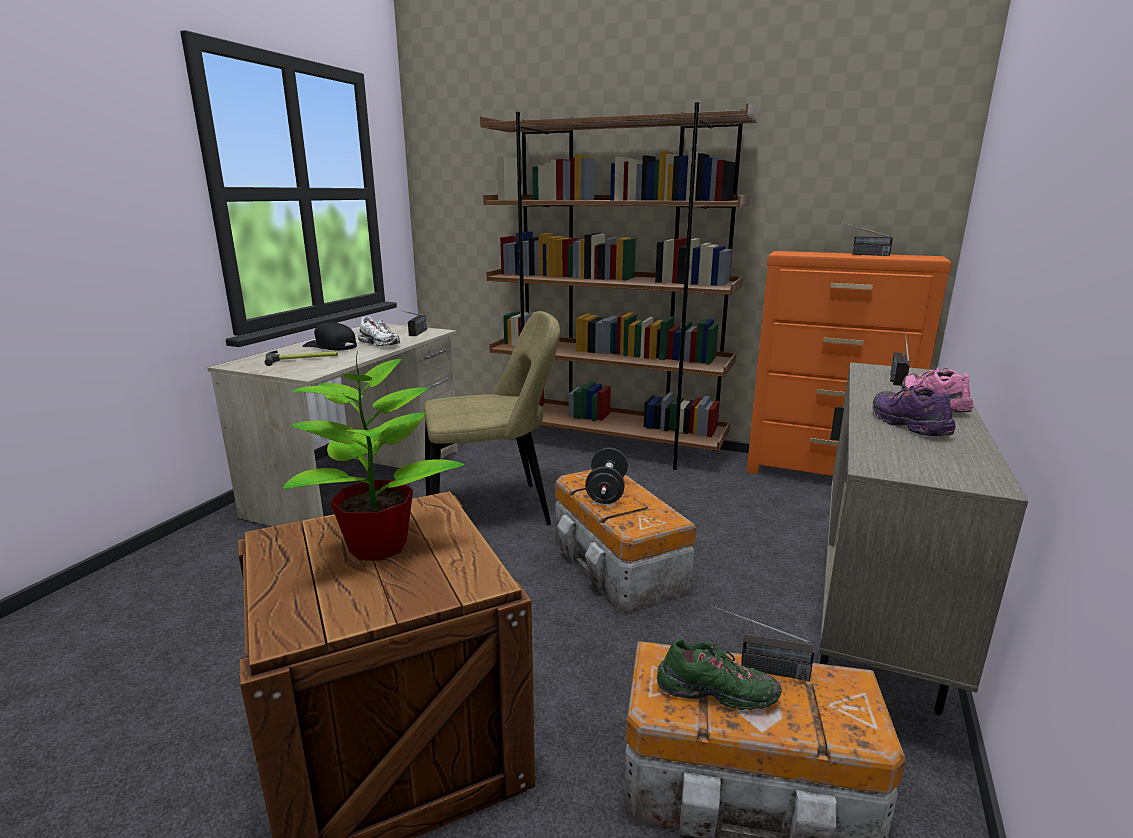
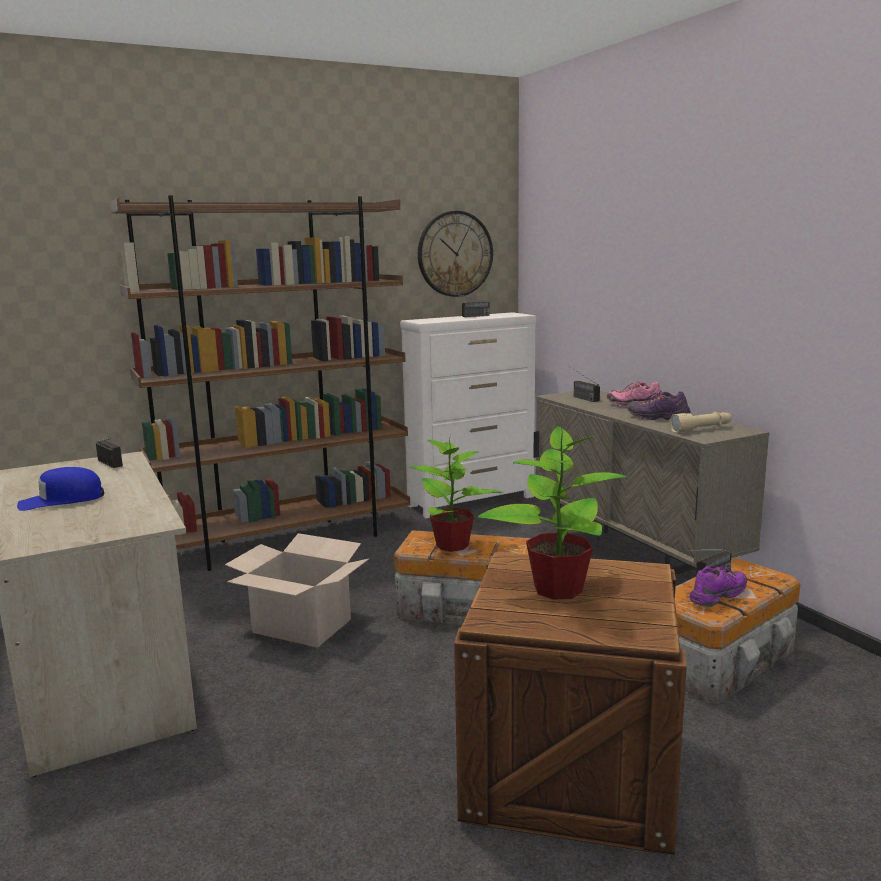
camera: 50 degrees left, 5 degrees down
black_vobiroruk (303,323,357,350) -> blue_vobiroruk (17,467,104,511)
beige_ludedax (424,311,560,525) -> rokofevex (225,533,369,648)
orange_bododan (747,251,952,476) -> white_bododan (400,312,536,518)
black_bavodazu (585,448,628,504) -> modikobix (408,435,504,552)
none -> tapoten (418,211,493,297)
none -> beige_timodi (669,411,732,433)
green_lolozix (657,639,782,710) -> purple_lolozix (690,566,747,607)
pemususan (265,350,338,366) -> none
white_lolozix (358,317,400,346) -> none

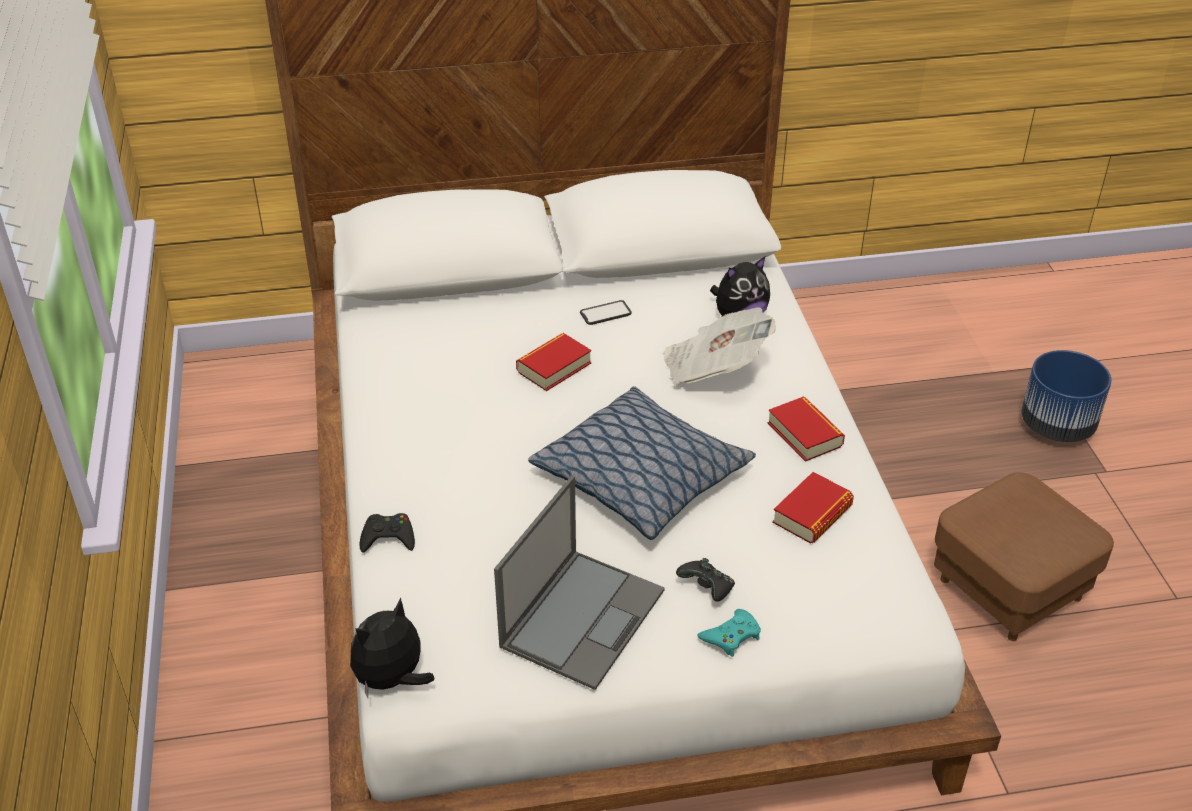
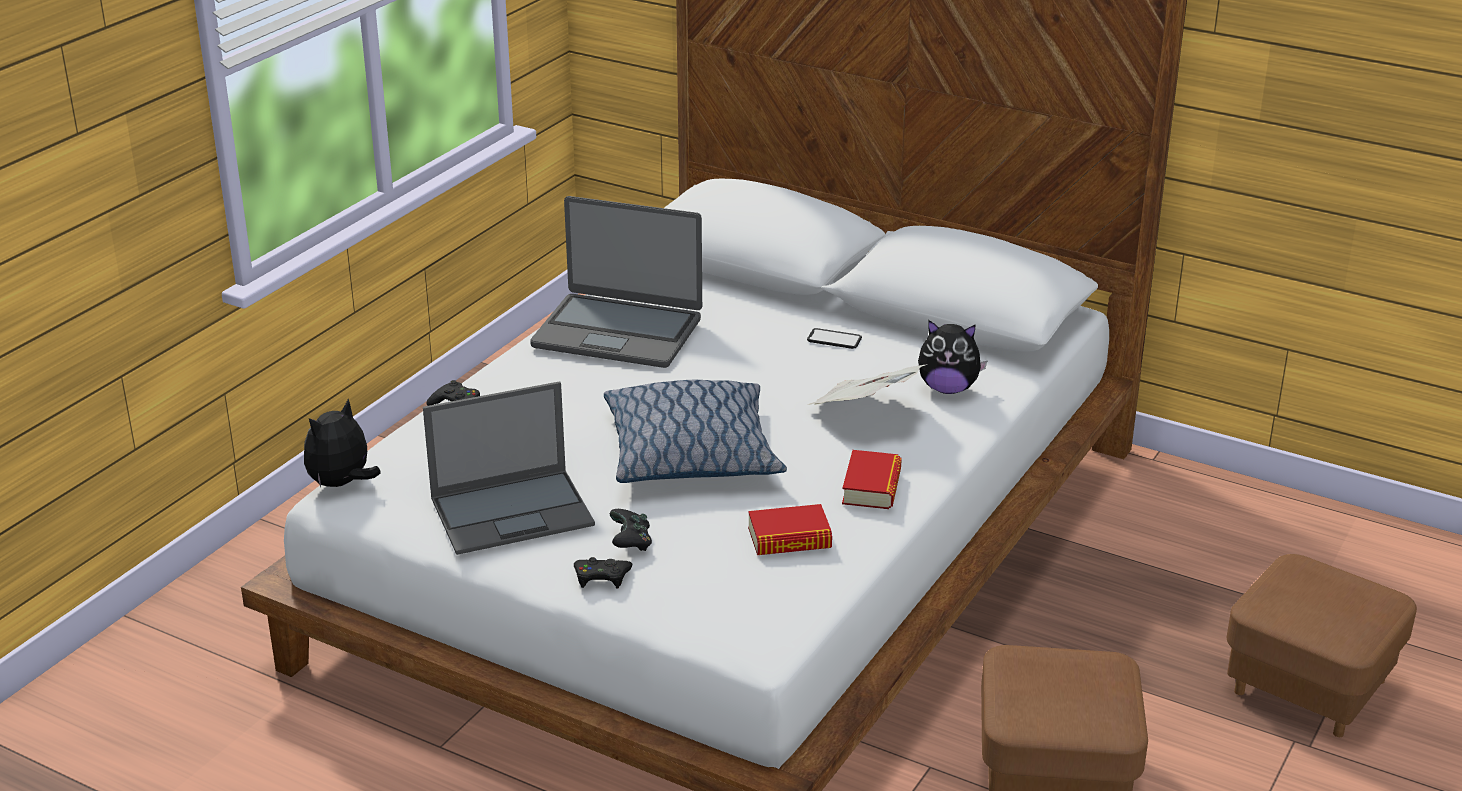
camera: 40 degrees right, 10 degrees down
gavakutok (350,598,434,698) -> gavakutok (304,398,381,487), 45 degrees counterclockwise
none -> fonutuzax (530,196,702,368)
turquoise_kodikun (697,609,761,657) -> black_kodikun (574,557,632,588)
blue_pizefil (1021,350,1111,442) -> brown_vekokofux (1227,554,1417,737)
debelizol (516,333,591,391) -> none

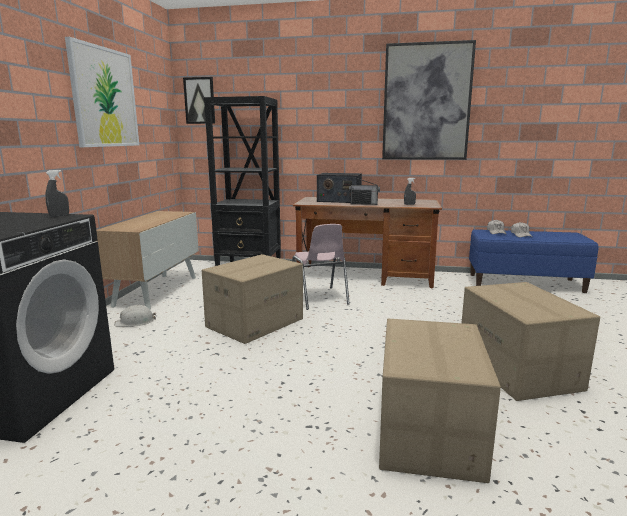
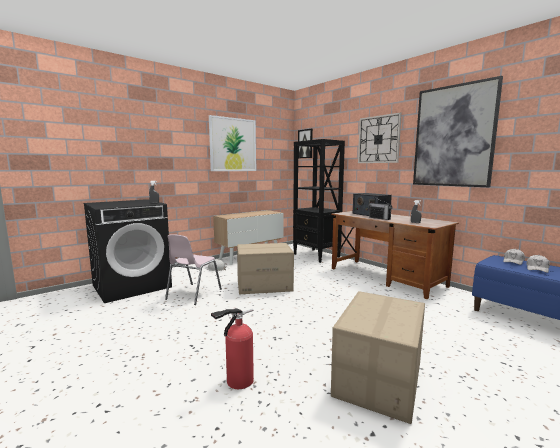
camera: 40 degrees right, 5 degrees down
pink_ludedax (292,224,350,310) -> pink_ludedax (165,234,222,305), move
rokofevex (379,319,501,483) -> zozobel (211,308,254,389)
none -> tapoten (358,112,402,163)

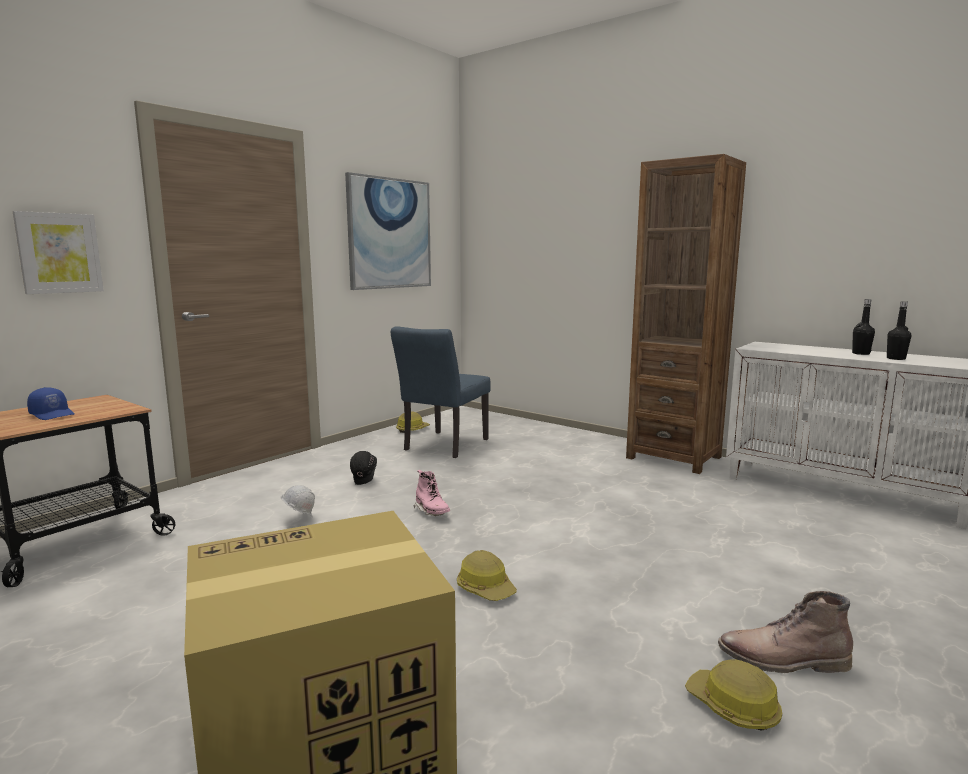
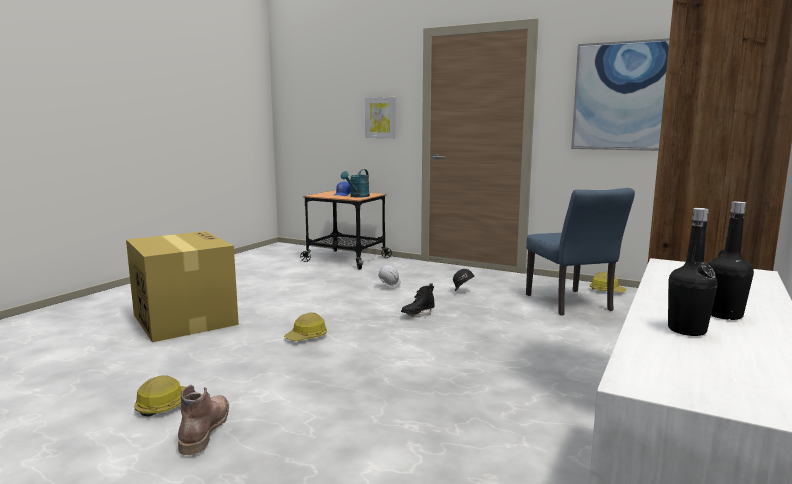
camera: 80 degrees right, 0 degrees up
none -> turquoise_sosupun (341,169,370,198)
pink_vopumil (413,470,450,516) -> black_vopumil (401,284,435,317)
blue_ludedax (391,326,491,458) -> blue_ludedax (526,188,635,315), 120 degrees counterclockwise

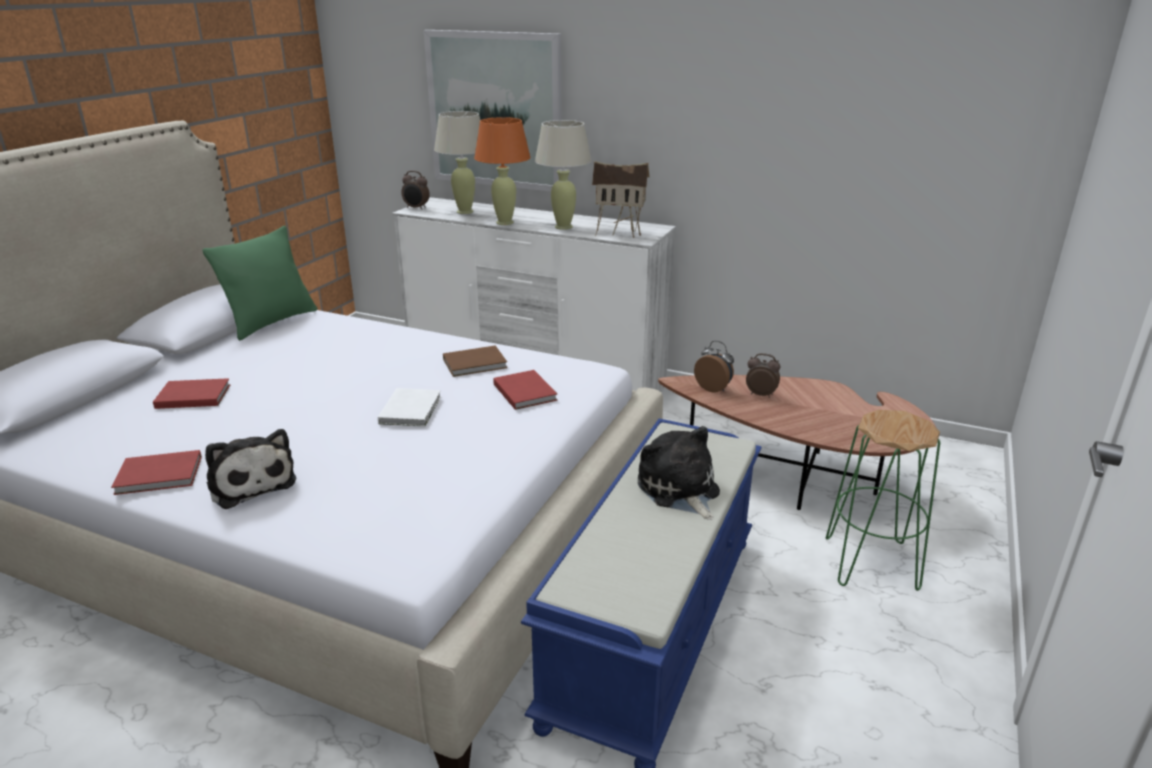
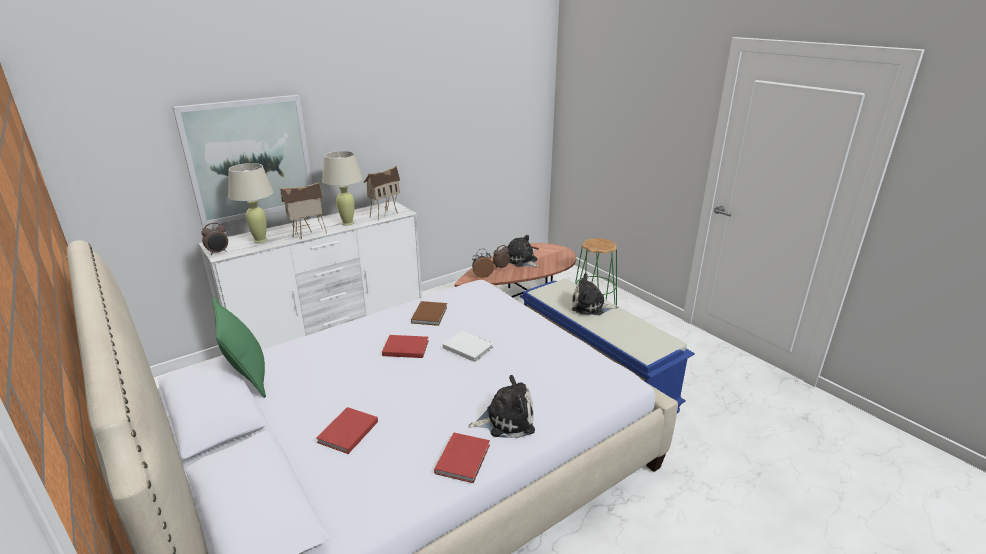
camera: 60 degrees left, 0 degrees up
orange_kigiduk (474,117,531,225) -> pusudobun (280,182,327,239)
red_debelizol (493,370,557,410) -> red_debelizol (382,335,429,358), move
none -> gavakutok (507,235,539,268)

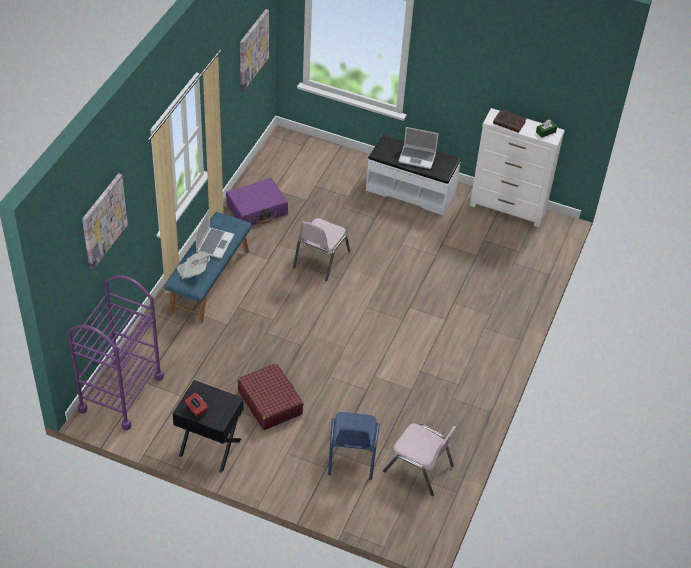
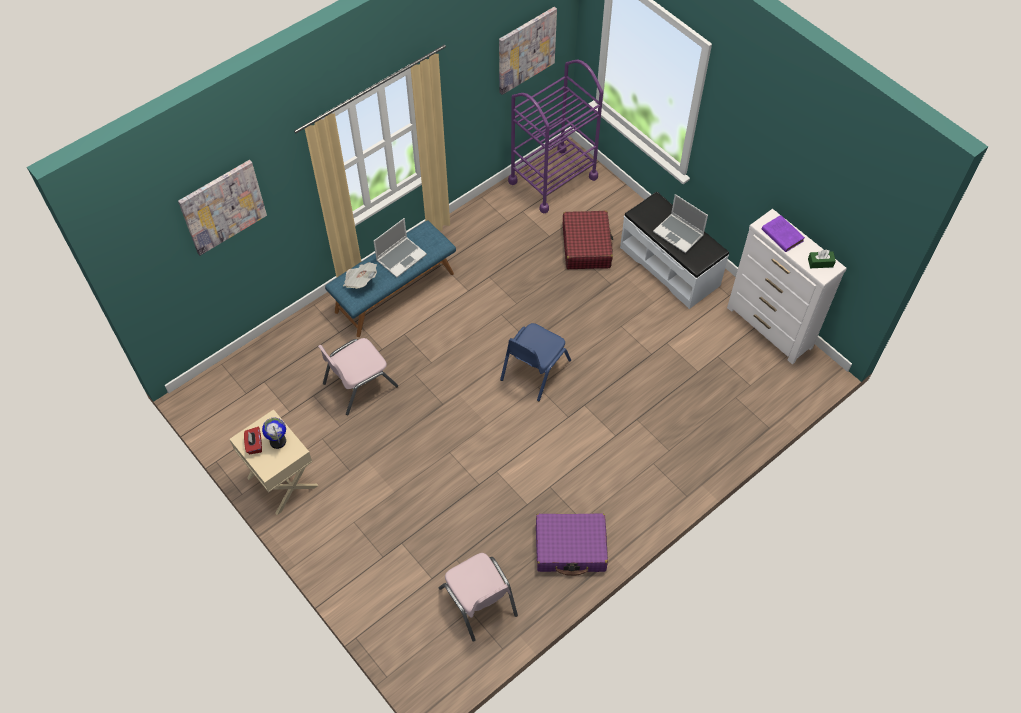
camera: 30 degrees right, 10 degrees up
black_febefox (172,380,244,473) -> beige_febefox (230,409,319,515)
none -> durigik (262,417,286,449)
pink_ludedax (293,218,350,281) -> pink_ludedax (318,338,398,415), move
blue_ludedax (328,412,380,480) -> blue_ludedax (500,323,571,401), move
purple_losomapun (67,275,164,430) -> purple_losomapun (508,60,603,213), move
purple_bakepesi (226,178,288,225) -> purple_bakepesi (536,513,608,576), move
red_bakepesi (237,363,304,430) -> red_bakepesi (563,211,613,269), move
brown_debelizol (493,110,526,133) -> purple_debelizol (762,215,805,252)

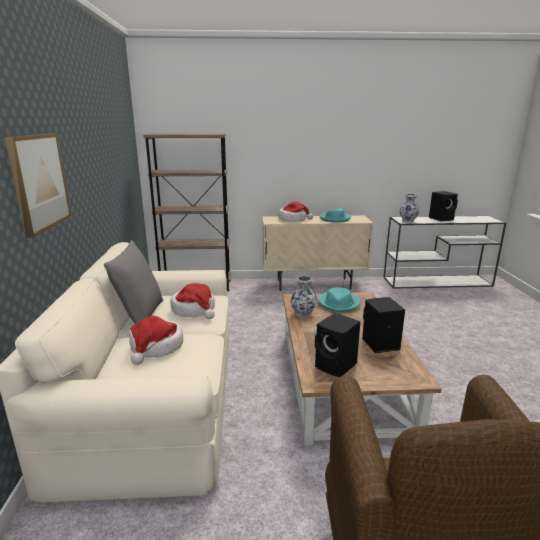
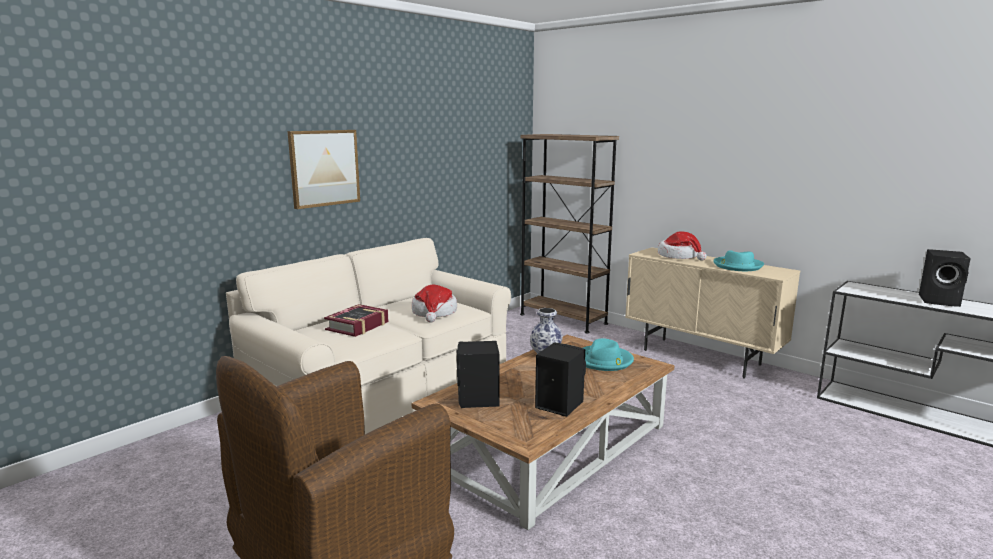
camera: 45 degrees right, 5 degrees down
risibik (129,316,183,365) -> debelizol (324,304,388,337)
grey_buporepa (104,240,163,324) -> none
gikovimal (400,194,419,223) -> none

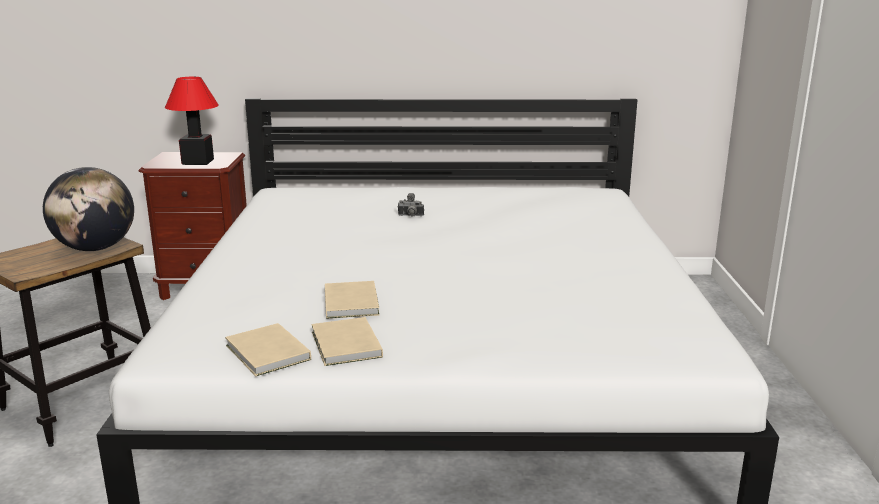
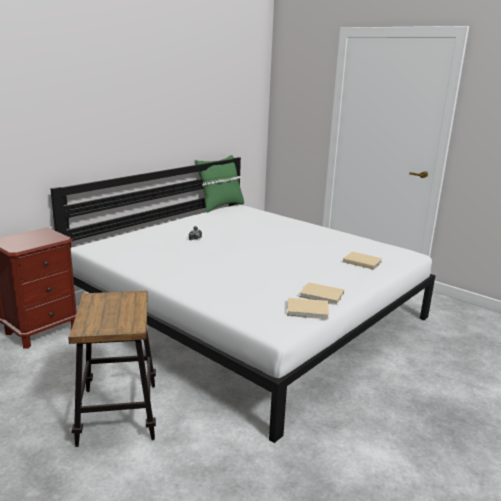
camera: 50 degrees left, 0 degrees up
none -> green_buporepa (195,155,244,213)
beige_debelizol (325,281,379,319) -> beige_debelizol (343,252,382,270), move
durigik (43,167,134,251) -> none
kigiduk (165,77,219,165) -> none

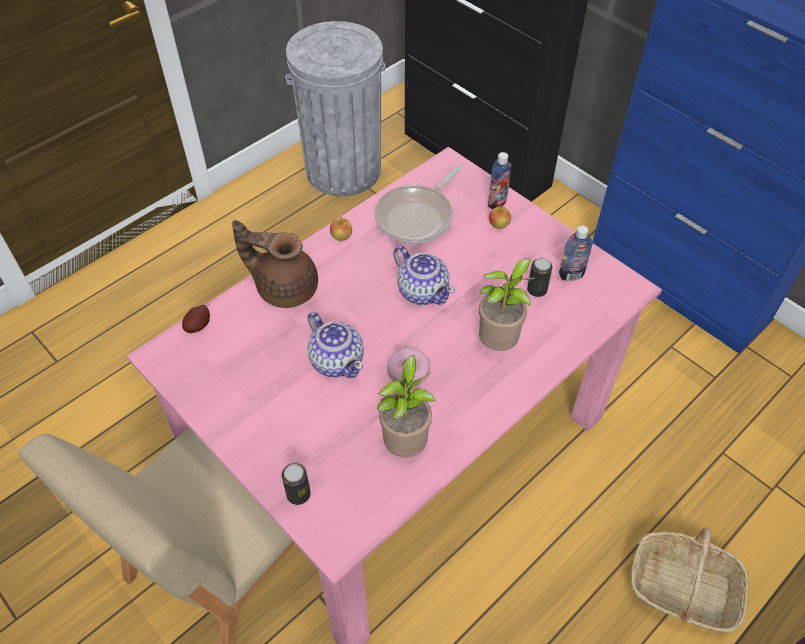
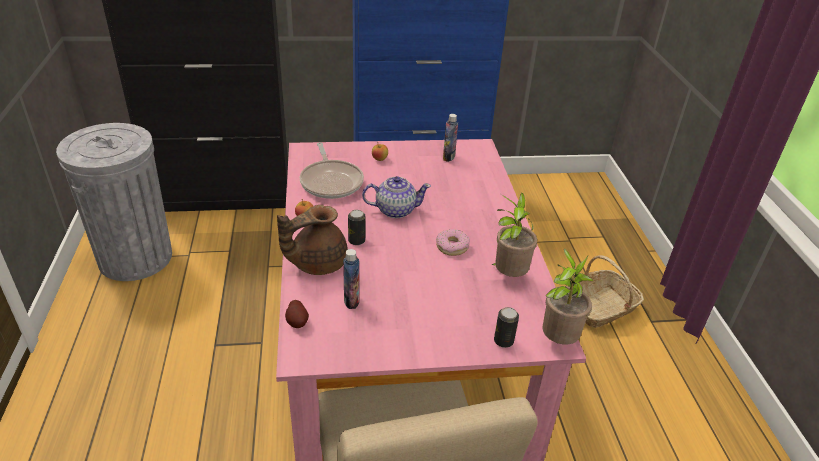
camera: 55 degrees left, 15 degrees down
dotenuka (488,152,512,209) -> dotenuka (343,249,359,309), move
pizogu (527,258,552,297) -> pizogu (348,210,365,245), move
modikobix (479,259,537,351) -> modikobix (542,249,593,344), move
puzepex (308,312,364,378) -> none

